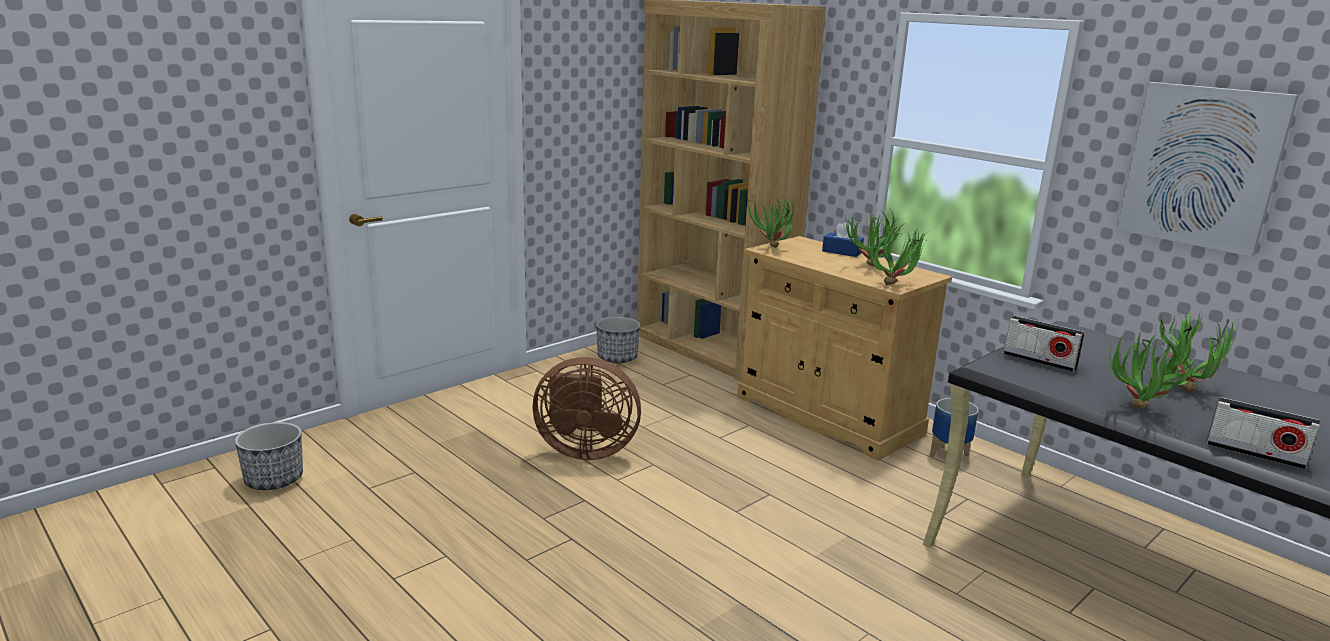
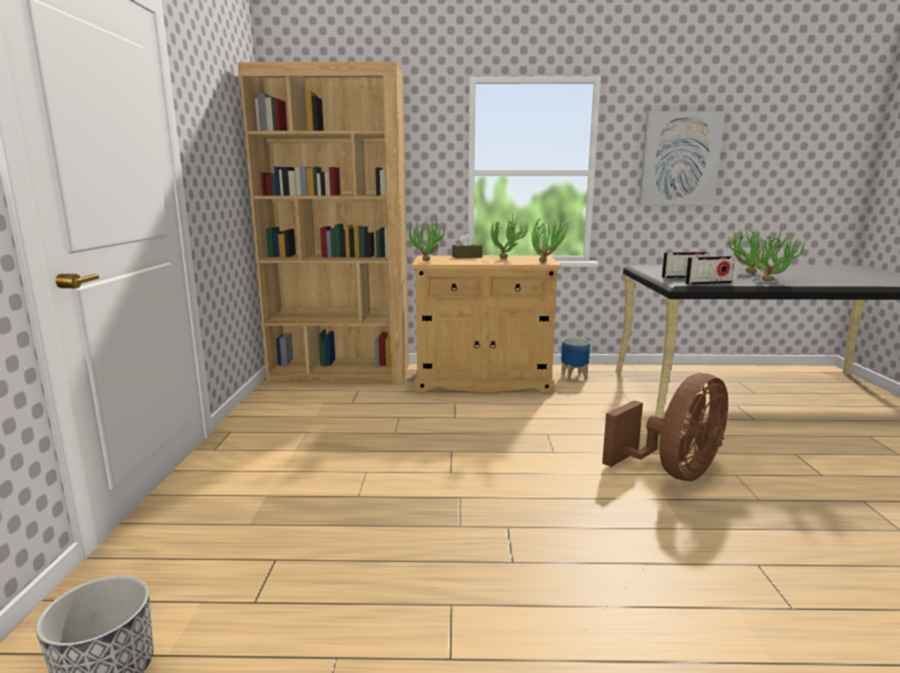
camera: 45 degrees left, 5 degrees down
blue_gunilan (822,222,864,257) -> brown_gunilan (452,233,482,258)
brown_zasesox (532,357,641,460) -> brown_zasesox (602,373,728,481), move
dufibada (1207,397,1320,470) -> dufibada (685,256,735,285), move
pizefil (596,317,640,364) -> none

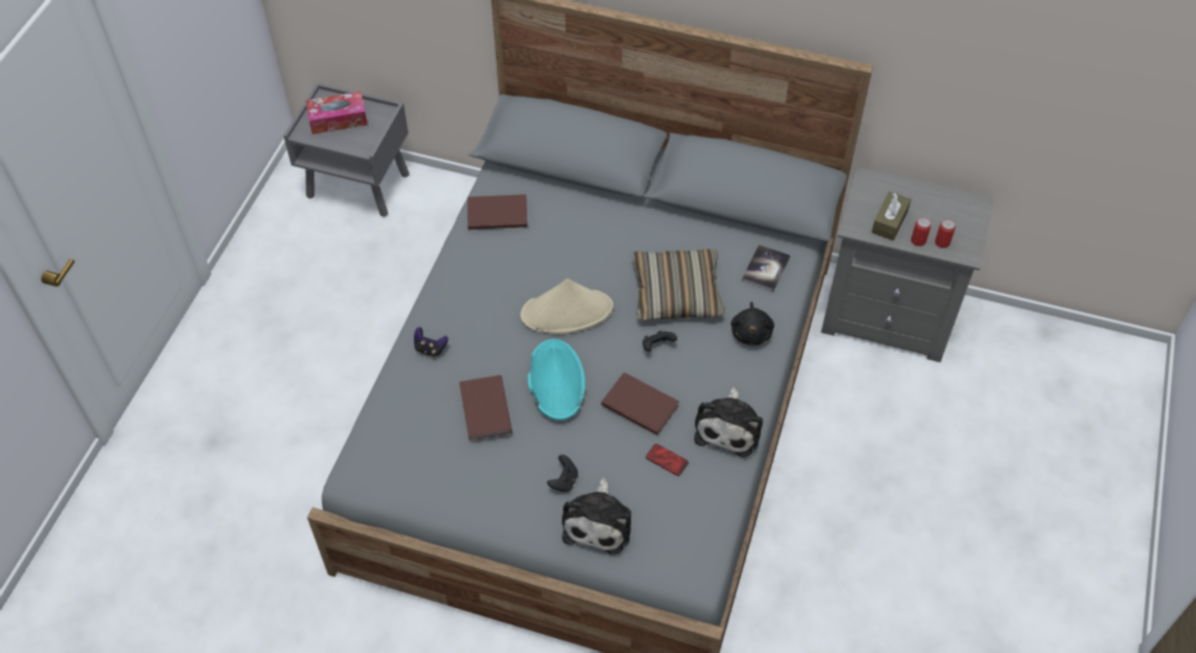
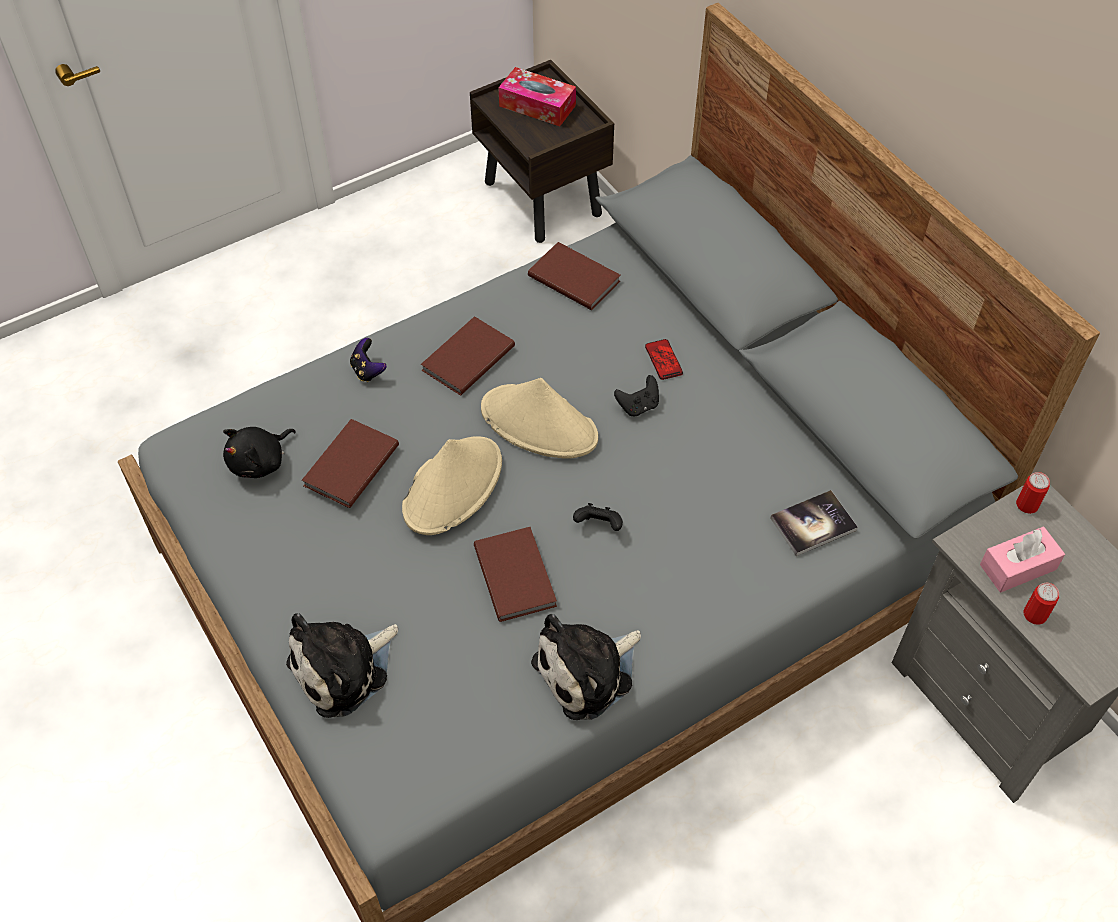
camera: 40 degrees right, 0 degrees up
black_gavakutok (731,302,774,345) -> black_gavakutok (223,427,296,478), move
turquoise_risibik (528,339,586,421) -> beige_risibik (402,436,502,535)
none -> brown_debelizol (421,316,515,395)
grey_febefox (283,83,409,217) -> brown_febefox (470,60,614,243)
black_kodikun (547,455,578,492) -> black_kodikun (614,375,659,416), move
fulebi (646,444,689,476) -> fulebi (645,339,683,380), move
brown_gunilan (872,191,911,241) -> pink_gunilan (980,527,1065,592)
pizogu (935,219,955,248) -> pizogu (1016,472,1050,514), move
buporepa (631,249,725,320) -> none

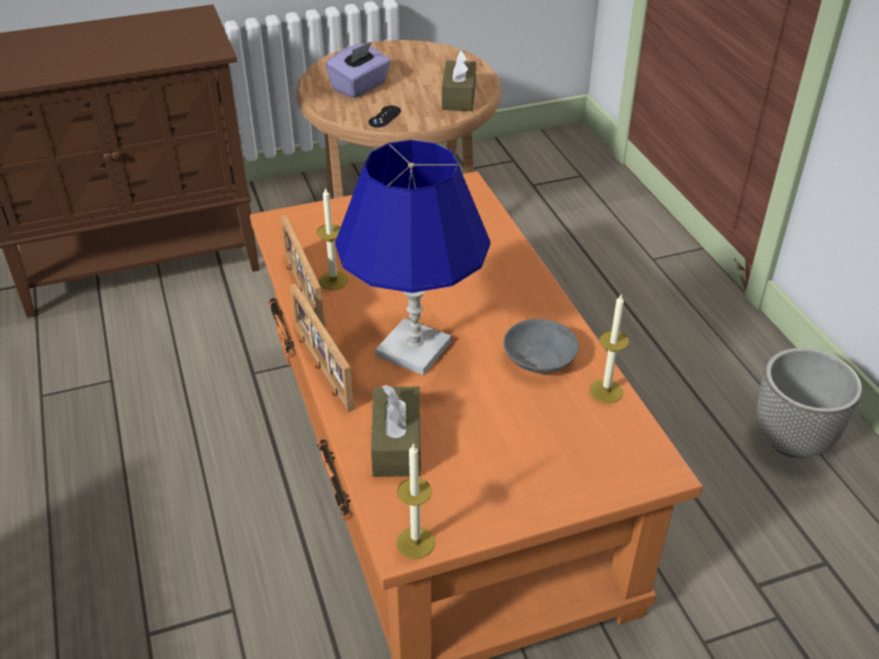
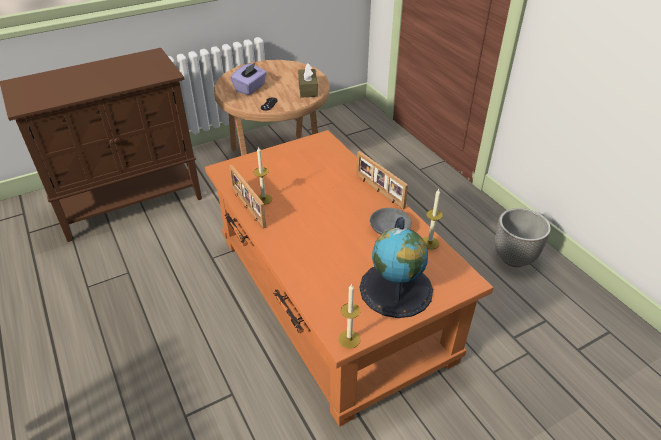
camera: 10 degrees left, 0 degrees up
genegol (290,283,354,412) -> genegol (356,151,408,209), move
none -> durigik (359,217,433,318)
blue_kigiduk (335,140,491,375) -> none
brown_gunilan (371,385,421,477) -> none

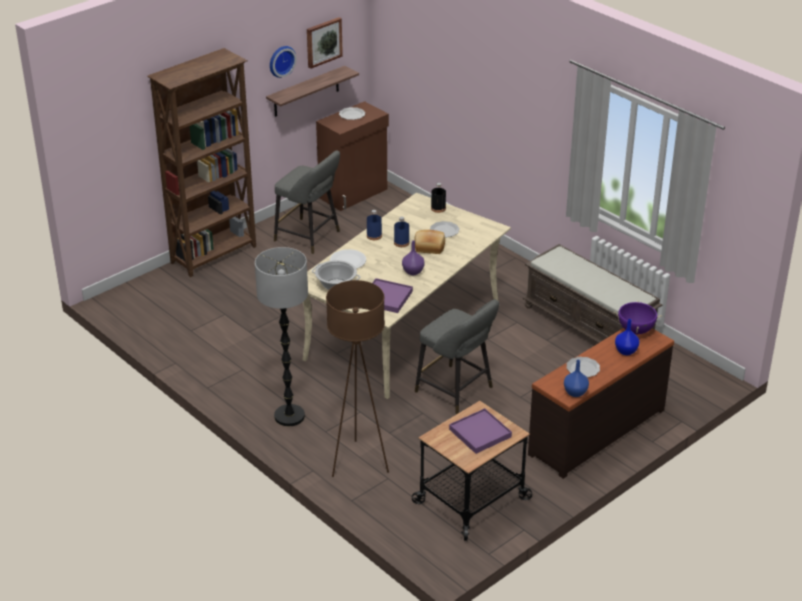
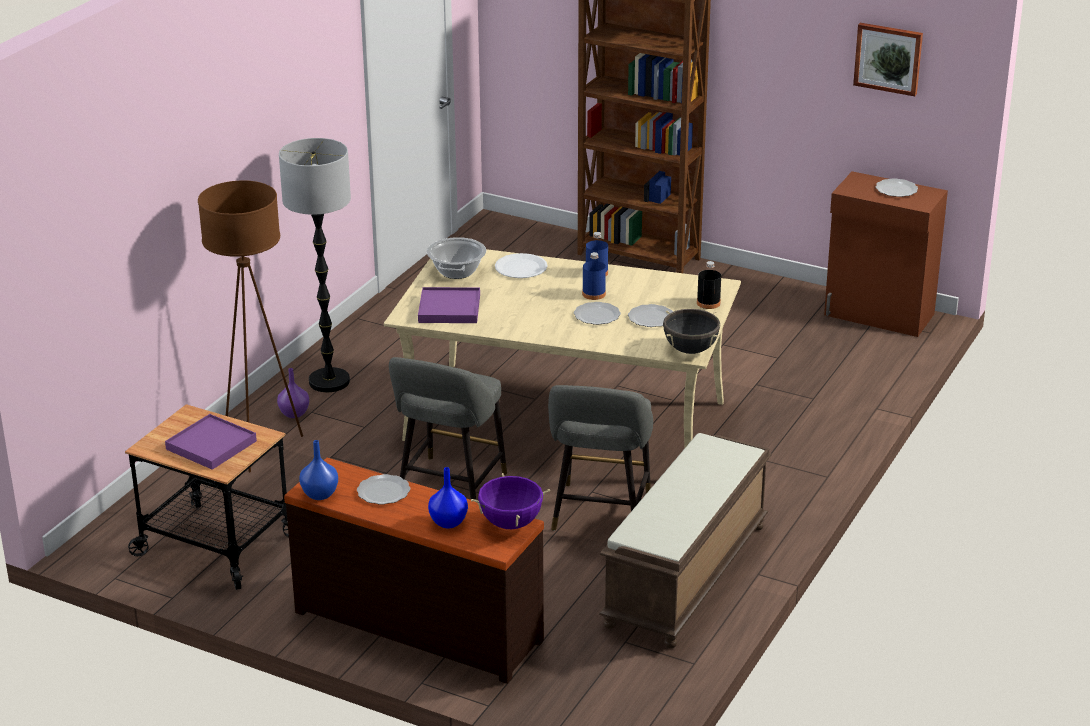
camera: 70 degrees right, 5 degrees down
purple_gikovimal (402,240,424,275) -> purple_gikovimal (277,368,309,418), move
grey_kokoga (274,151,340,254) -> grey_kokoga (548,385,653,531), move
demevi (414,230,445,254) -> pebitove (574,302,621,325)
none -> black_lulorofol (663,309,720,354)
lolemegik (266,66,359,117) -> none
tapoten (270,46,297,78) -> none

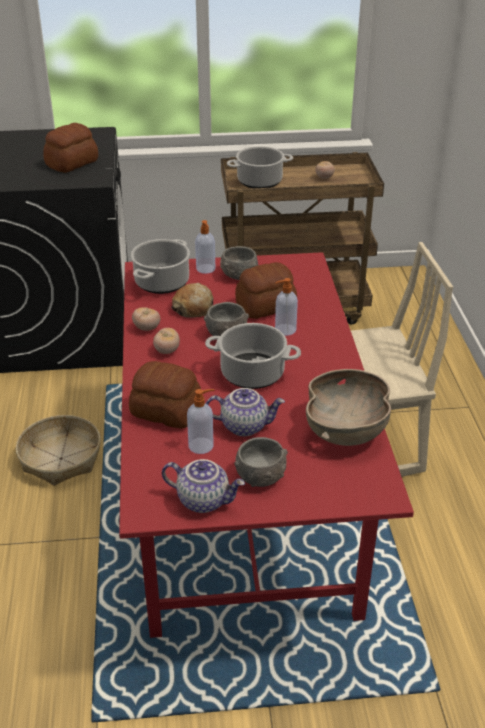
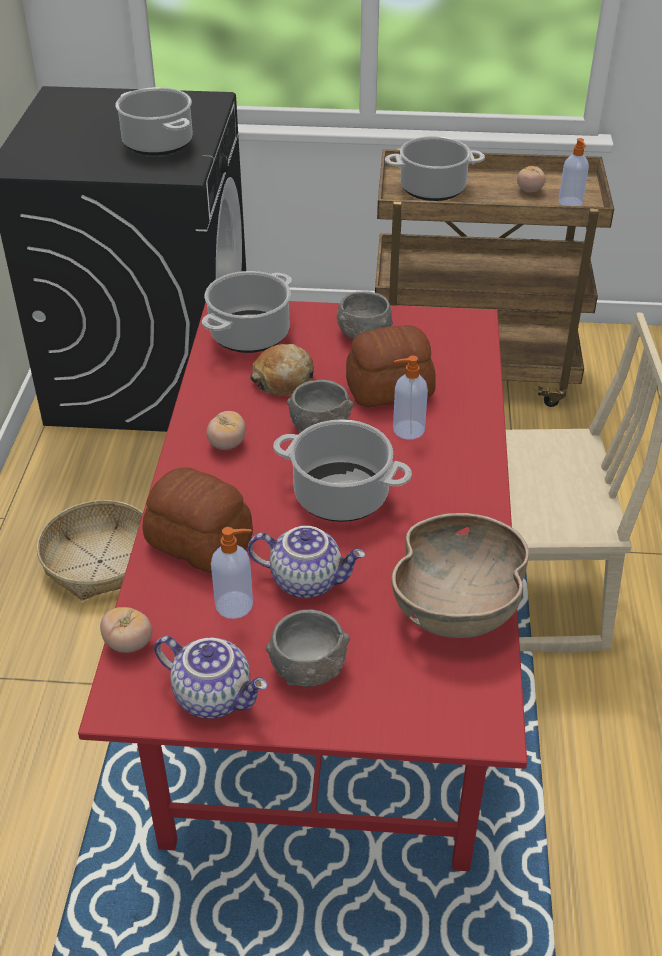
camera: 10 degrees right, 5 degrees up
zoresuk (132,308,160,331) -> zoresuk (100,607,152,653), move
demevi (43,123,98,173) -> lulorofol (115,87,193,156)
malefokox (195,220,215,274) -> malefokox (558,138,589,206), move

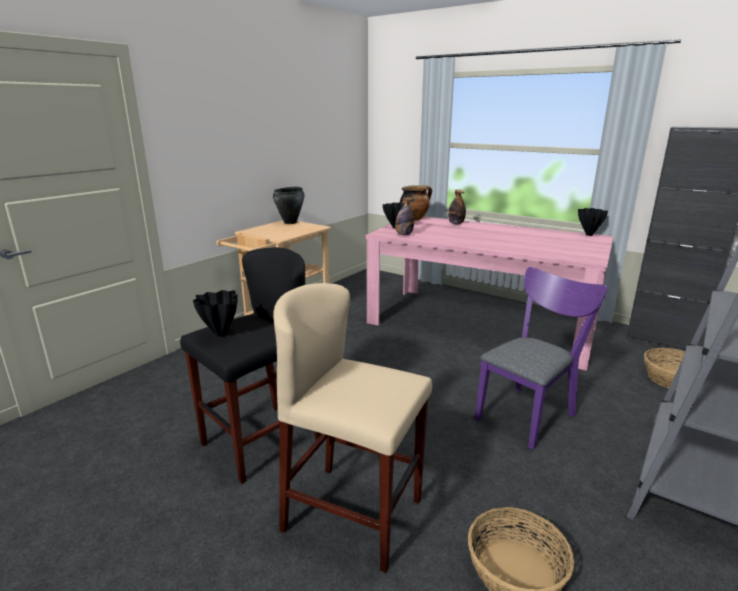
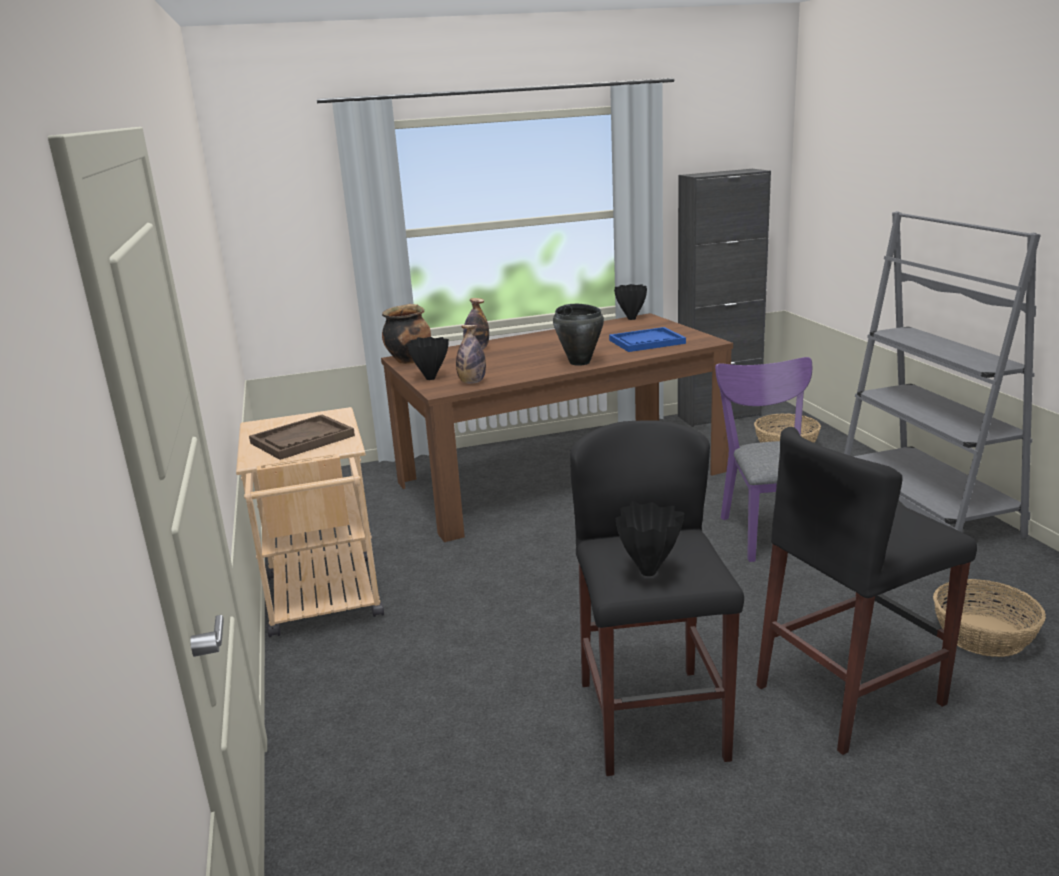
camera: 50 degrees left, 0 degrees up
none -> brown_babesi (249,415,355,460)
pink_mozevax (365,216,614,371) -> brown_mozevax (381,313,733,542)
black_lulorofol (273,187,305,224) -> black_lulorofol (553,304,604,366), move
none -> blue_babesi (609,327,686,352)
beige_kokoga (273,283,432,573) -> black_kokoga (756,427,977,755)

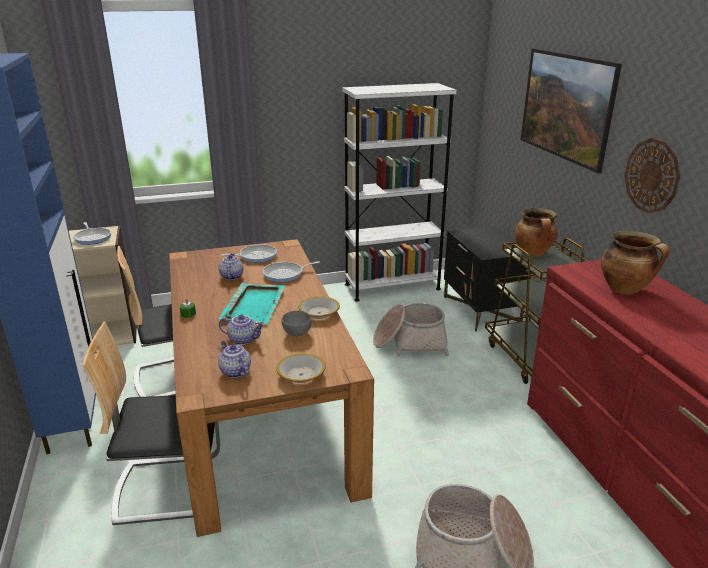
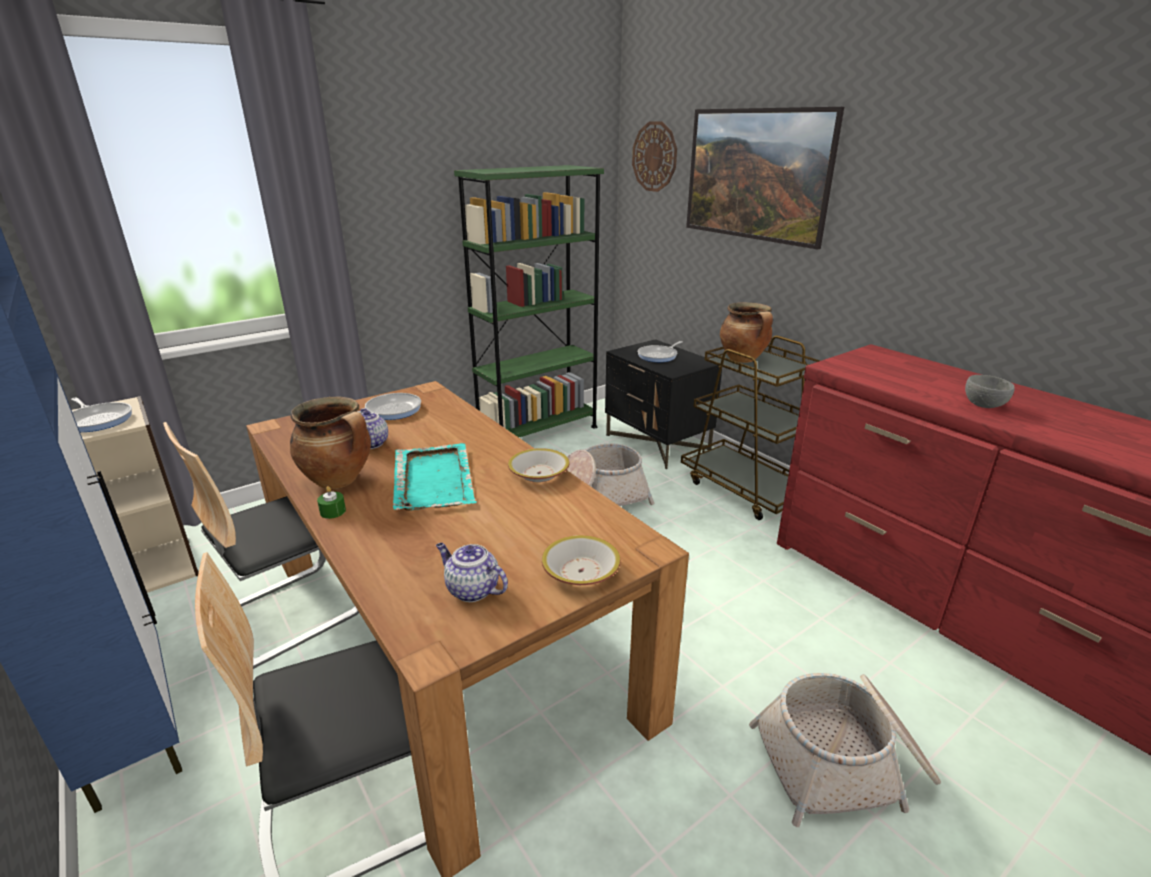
camera: 20 degrees left, 0 degrees up
lulorofol (601,231,670,295) -> lulorofol (290,397,371,489), move
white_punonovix (342,83,457,302) -> green_punonovix (454,165,604,437)
tapoten (624,138,680,214) -> tapoten (632,121,677,192), move
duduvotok (263,261,320,282) -> duduvotok (638,341,683,362), move
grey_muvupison (281,311,312,336) -> grey_muvupison (965,375,1015,408), move
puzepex (219,315,265,345) -> none

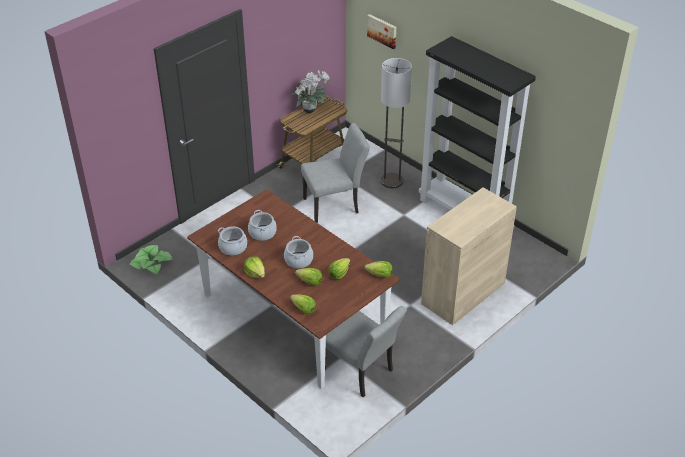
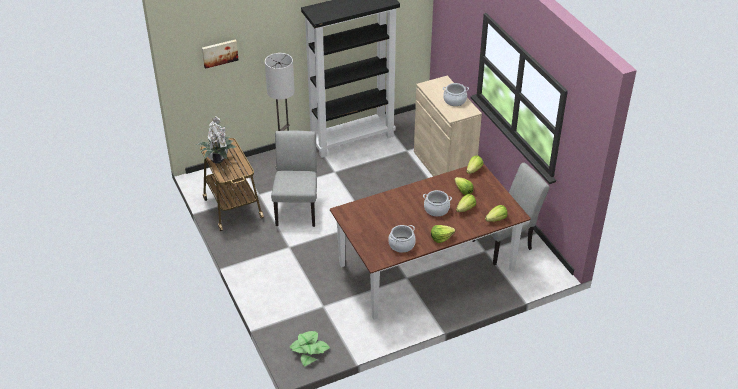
camera: 70 degrees left, 0 degrees up
lulorofol (248,210,277,241) -> lulorofol (443,83,469,106), move

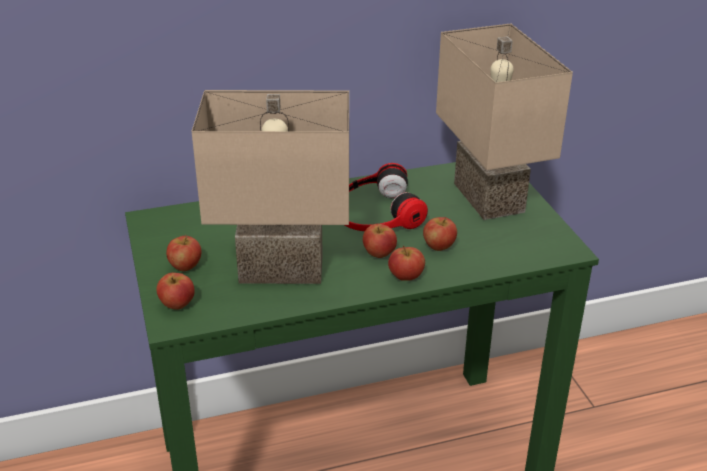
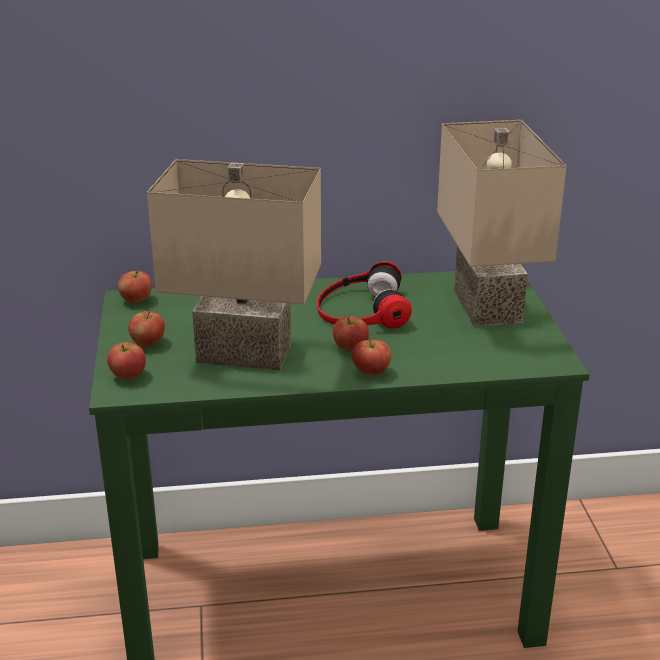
camera: 10 degrees right, 5 degrees down
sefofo (423,217,457,251) -> sefofo (118,269,152,303), move

